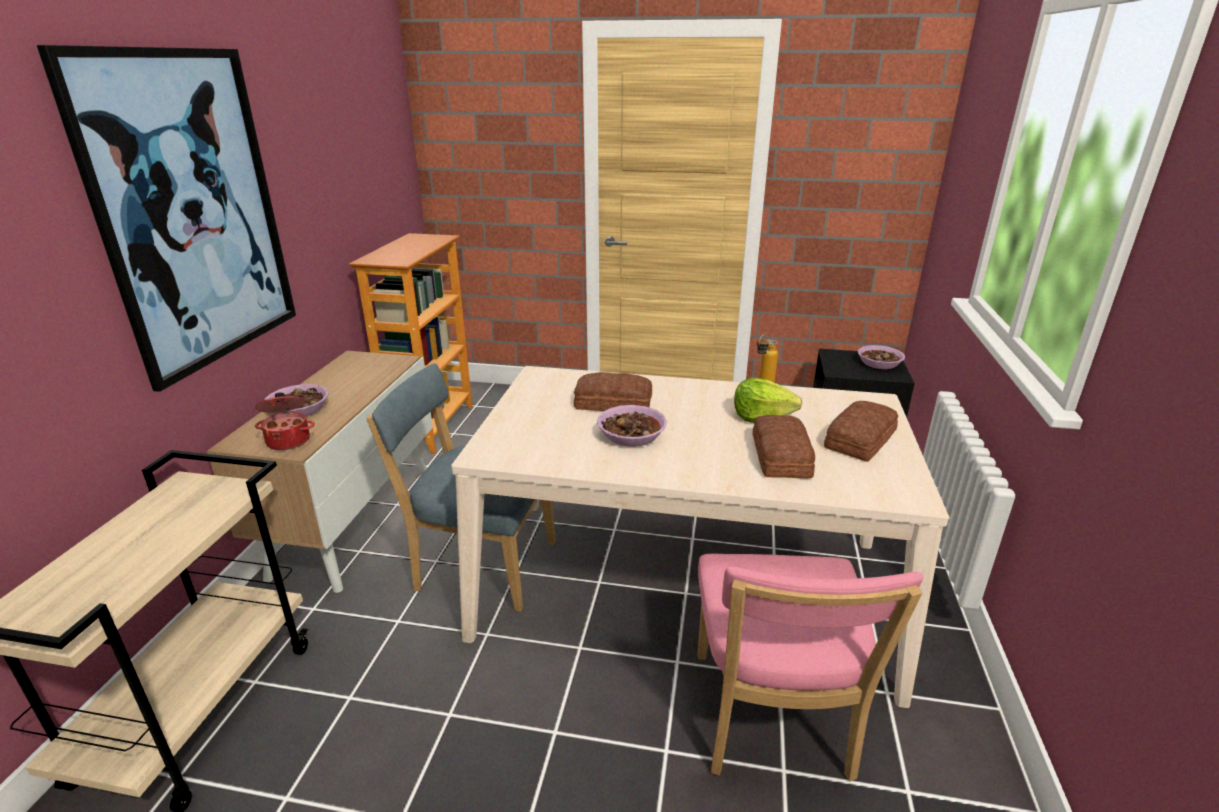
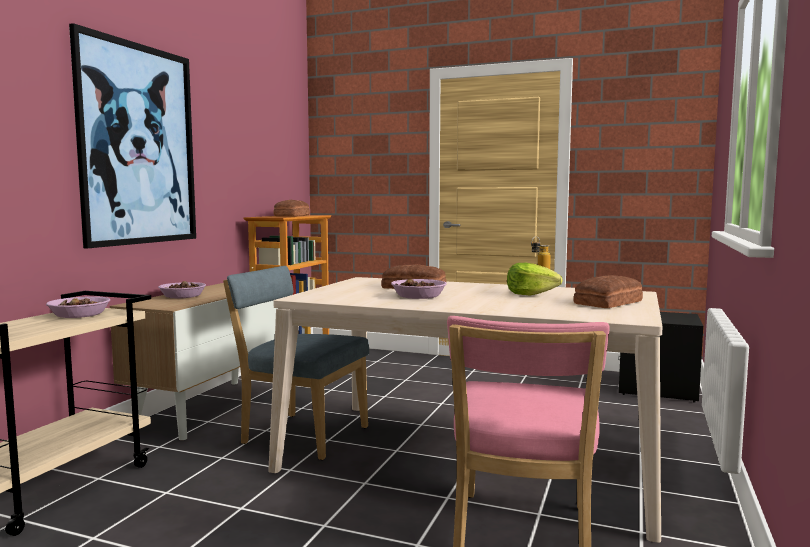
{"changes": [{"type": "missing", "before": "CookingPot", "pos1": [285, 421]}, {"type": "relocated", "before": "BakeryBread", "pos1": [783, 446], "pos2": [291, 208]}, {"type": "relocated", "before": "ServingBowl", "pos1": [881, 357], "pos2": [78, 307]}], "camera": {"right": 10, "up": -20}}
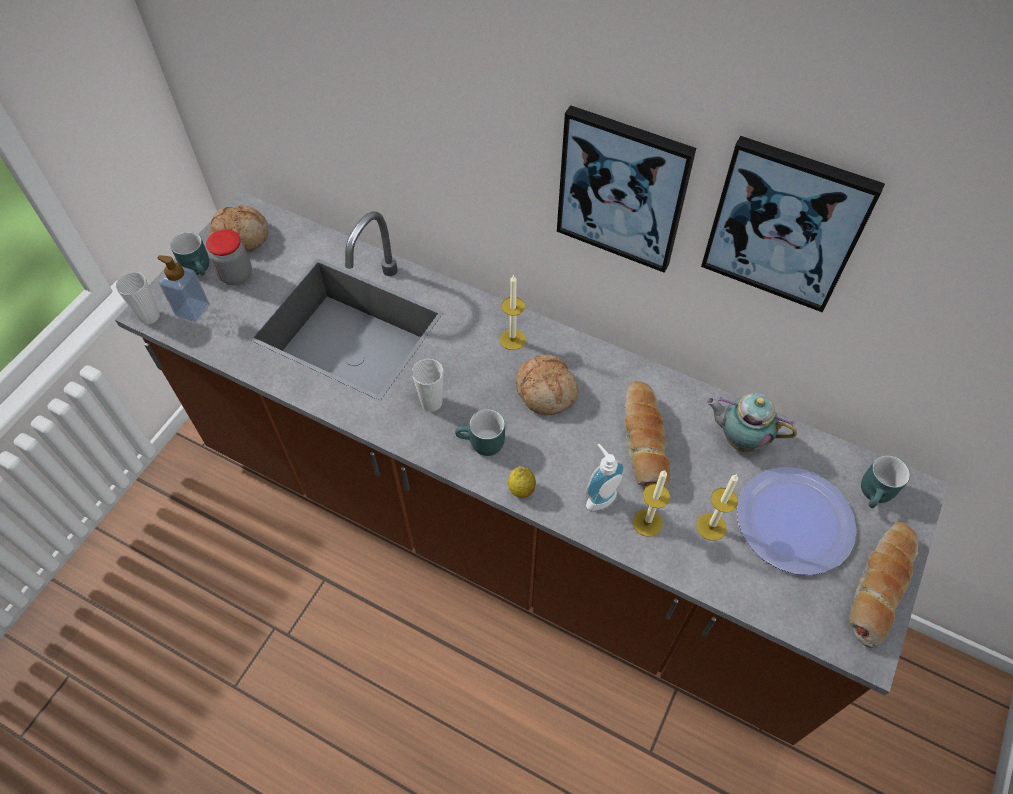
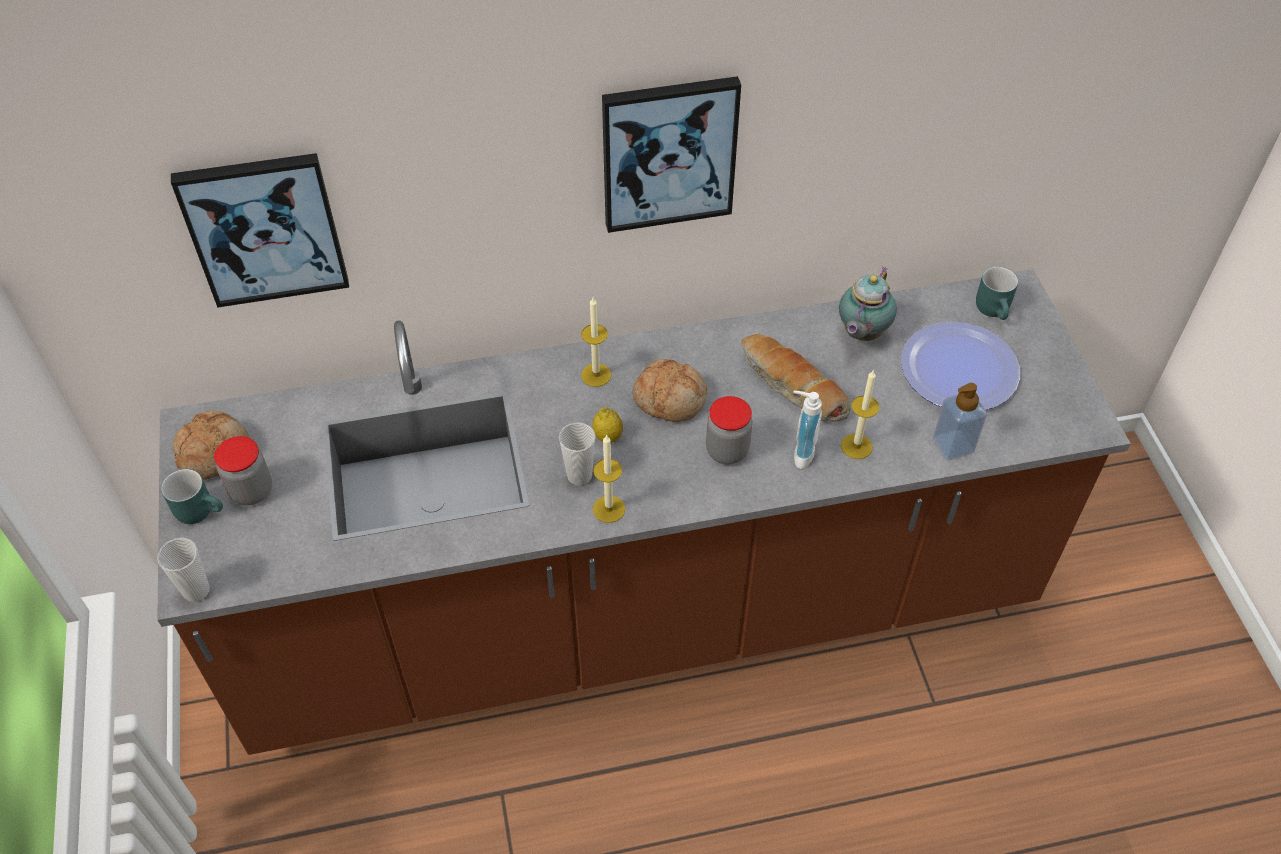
{"changes": [{"type": "relocated", "before": "LiquidSoapBottle", "pos1": [183, 288], "pos2": [960, 421]}, {"type": "missing", "before": "BlueGreenMug", "pos1": [480, 432]}, {"type": "relocated", "before": "CitrusFruit", "pos1": [522, 482], "pos2": [608, 424]}, {"type": "relocated", "before": "WaxLight", "pos1": [717, 507], "pos2": [609, 478]}, {"type": "relocated", "before": "WallPicture", "pos1": [793, 224], "pos2": [260, 230]}, {"type": "spun", "before": "PotForTea", "pos1": [751, 422], "pos2": [868, 304], "turn": -45}, {"type": "missing", "before": "BakeryBread", "pos1": [883, 585]}, {"type": "appeared", "after": "Jar", "pos2": [729, 430]}], "camera": {"right": -40, "up": -5}}
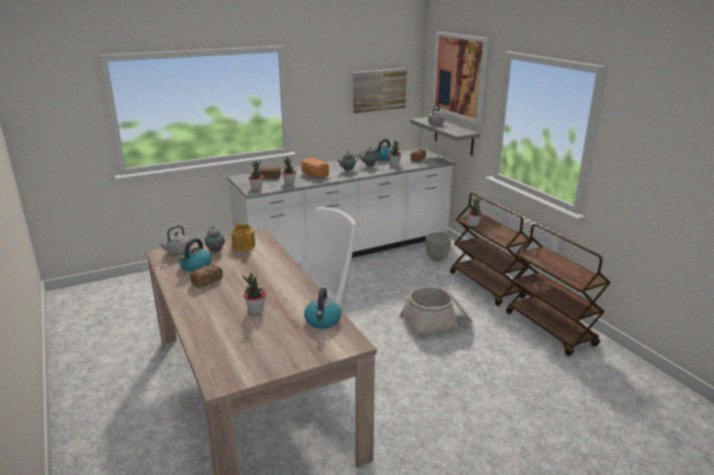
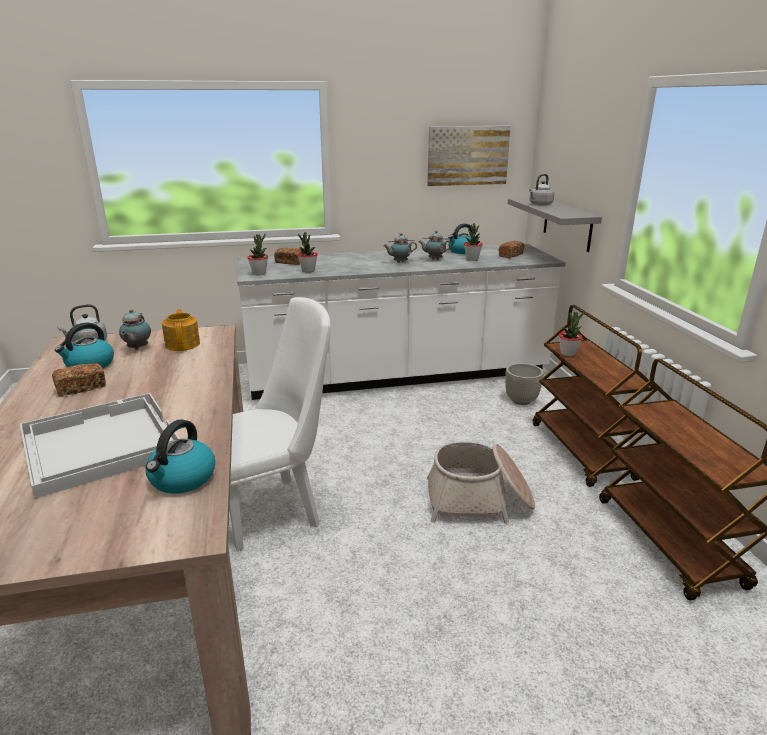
{"changes": [{"type": "exchanged", "before": "PlantInAPot", "after": "WhiteTray", "pos1": [254, 293], "pos2": [100, 446]}, {"type": "missing", "before": "BakeryBread", "pos1": [315, 168]}, {"type": "missing", "before": "WallPicture", "pos1": [460, 78]}], "camera": {"right": 15, "up": 0}}
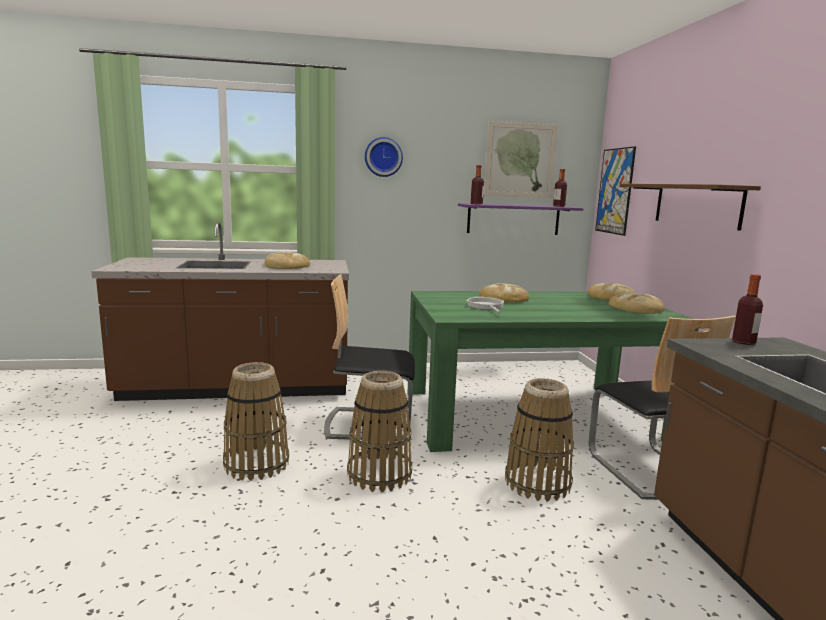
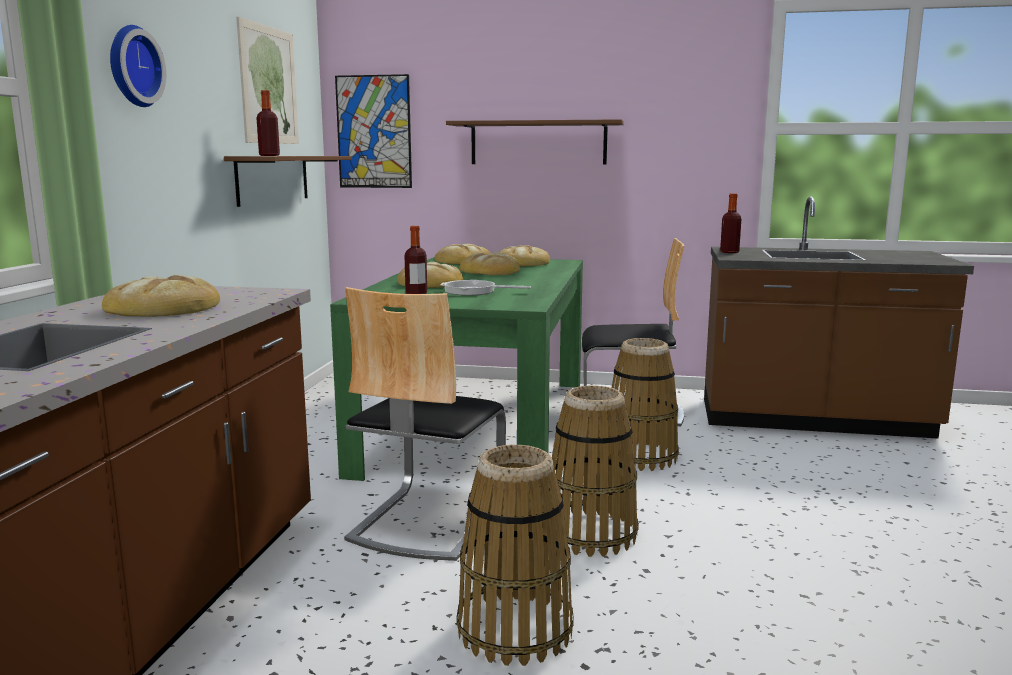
{"changes": [{"type": "colour", "before": "PurpleColouredBracketShelf", "after": "BrownishBracketShelf", "pos1": [520, 219], "pos2": [288, 181]}, {"type": "relocated", "before": "DrinkBottle", "pos1": [560, 188], "pos2": [415, 260]}, {"type": "appeared", "after": "BakeryBread", "pos2": [489, 263]}], "camera": {"right": -70, "up": 0}}
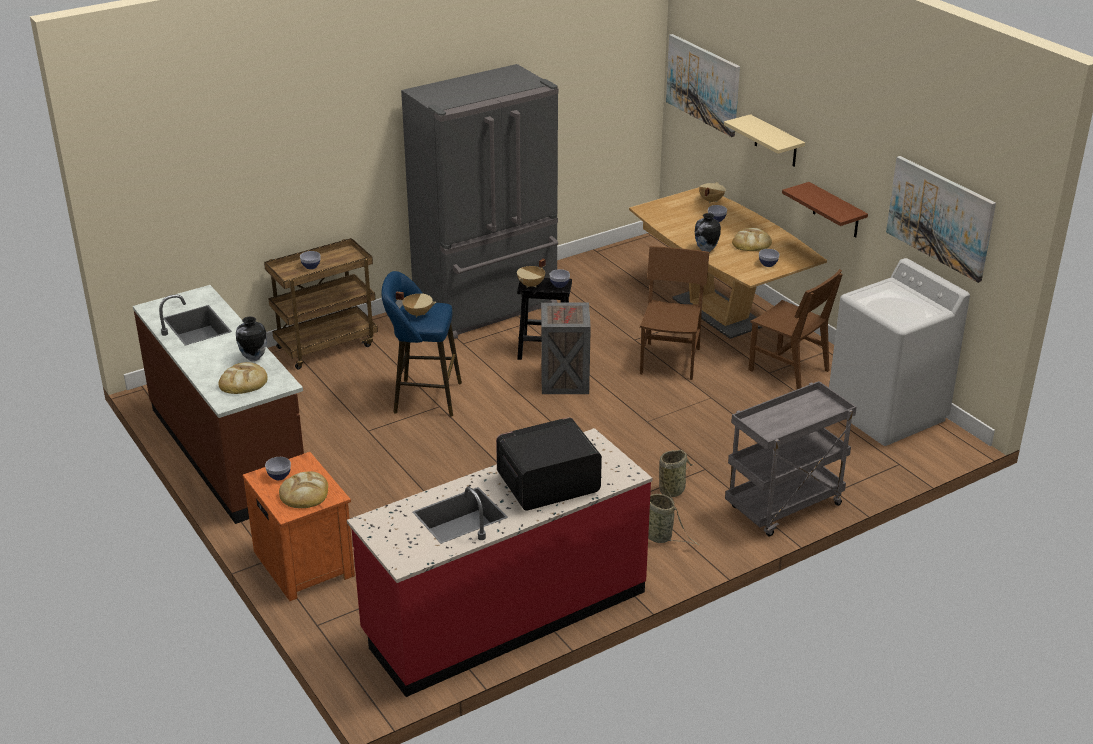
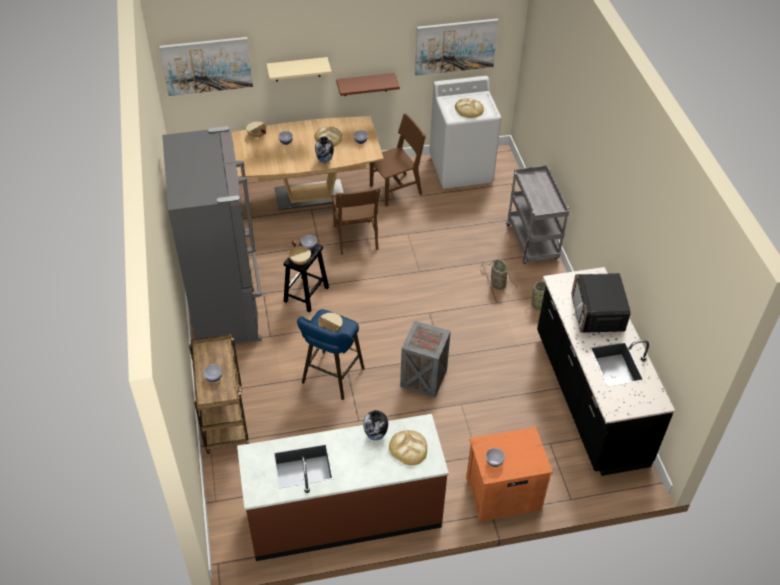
{"changes": [{"type": "relocated", "before": "BakeryBread", "pos1": [303, 489], "pos2": [469, 108]}, {"type": "colour", "before": "ReddishCounter", "after": "BlackCounter", "pos1": [499, 562], "pos2": [606, 371]}, {"type": "relocated", "before": "Crate", "pos1": [566, 348], "pos2": [425, 359]}, {"type": "spun", "before": "BrownishUprightChair", "pos1": [674, 313], "pos2": [355, 221], "turn": -135}], "camera": {"right": -70, "up": 15}}
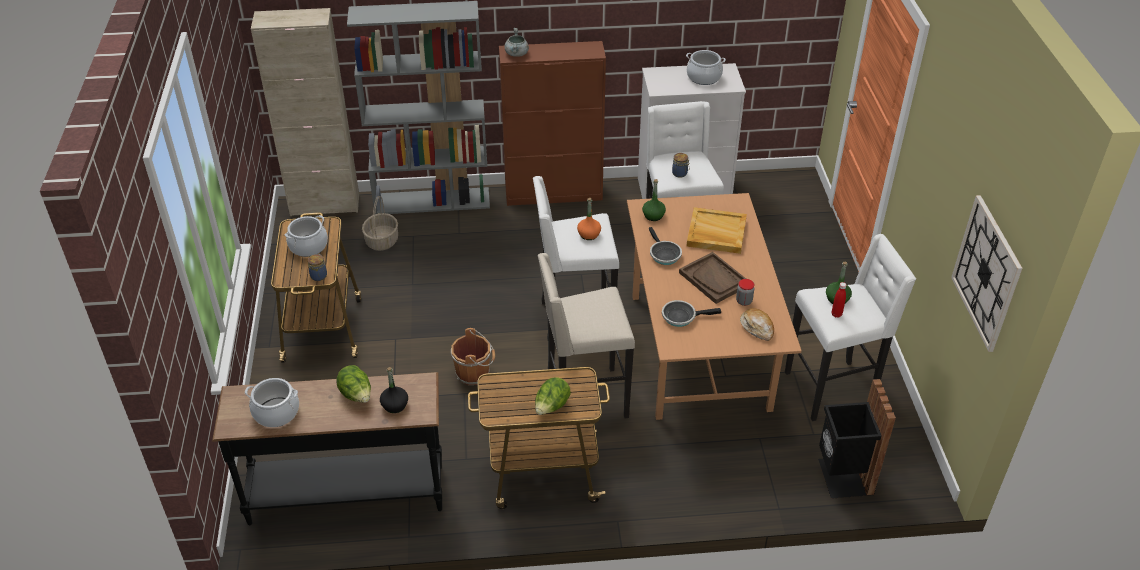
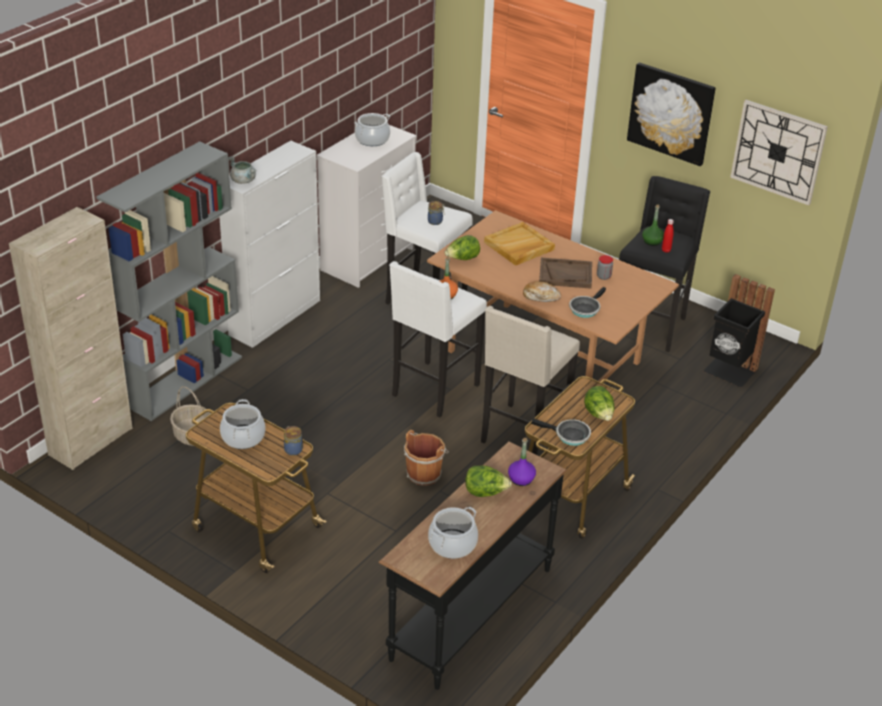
{"changes": [{"type": "colour", "before": "BlackDrinkBottle", "after": "PurpleColouredDrinkBottle", "pos1": [394, 390], "pos2": [522, 462]}, {"type": "colour", "before": "BrownishCupboard", "after": "WhiteCupboard", "pos1": [552, 123], "pos2": [269, 244]}, {"type": "exchanged", "before": "GreenDrinkBottle", "after": "HeadOfLettuce", "pos1": [654, 200], "pos2": [462, 247]}, {"type": "relocated", "before": "Skillet", "pos1": [665, 246], "pos2": [561, 432]}, {"type": "relocated", "before": "BakeryBread", "pos1": [757, 324], "pos2": [542, 291]}, {"type": "colour", "before": "WhiteStoolSeat", "after": "BlackStoolSeat", "pos1": [850, 327], "pos2": [664, 264]}, {"type": "appeared", "after": "WallPicture", "pos2": [671, 114]}], "camera": {"right": -50, "up": -5}}
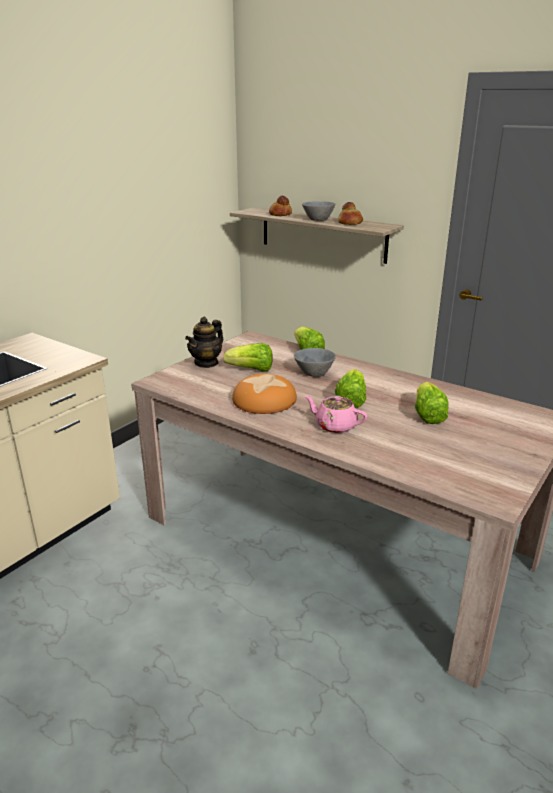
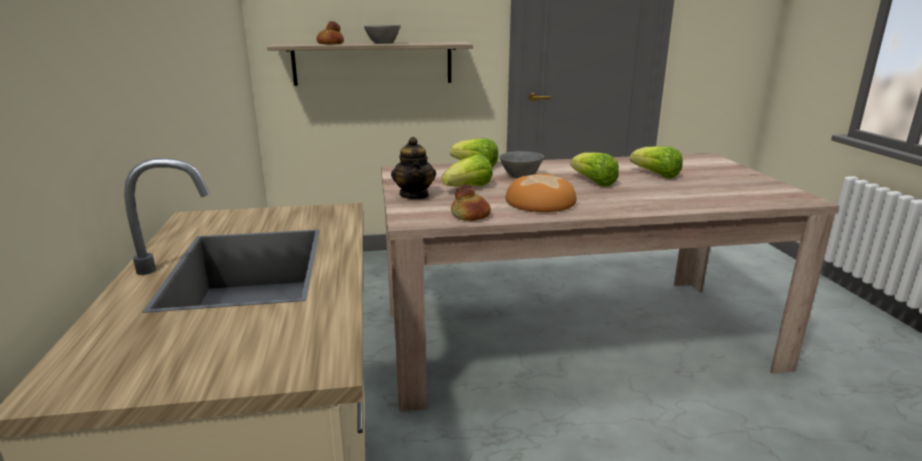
{"changes": [{"type": "missing", "before": "PinkColouredPotForTea", "pos1": [336, 414]}, {"type": "relocated", "before": "BakeryBread", "pos1": [350, 213], "pos2": [471, 202]}], "camera": {"right": -45, "up": -5}}
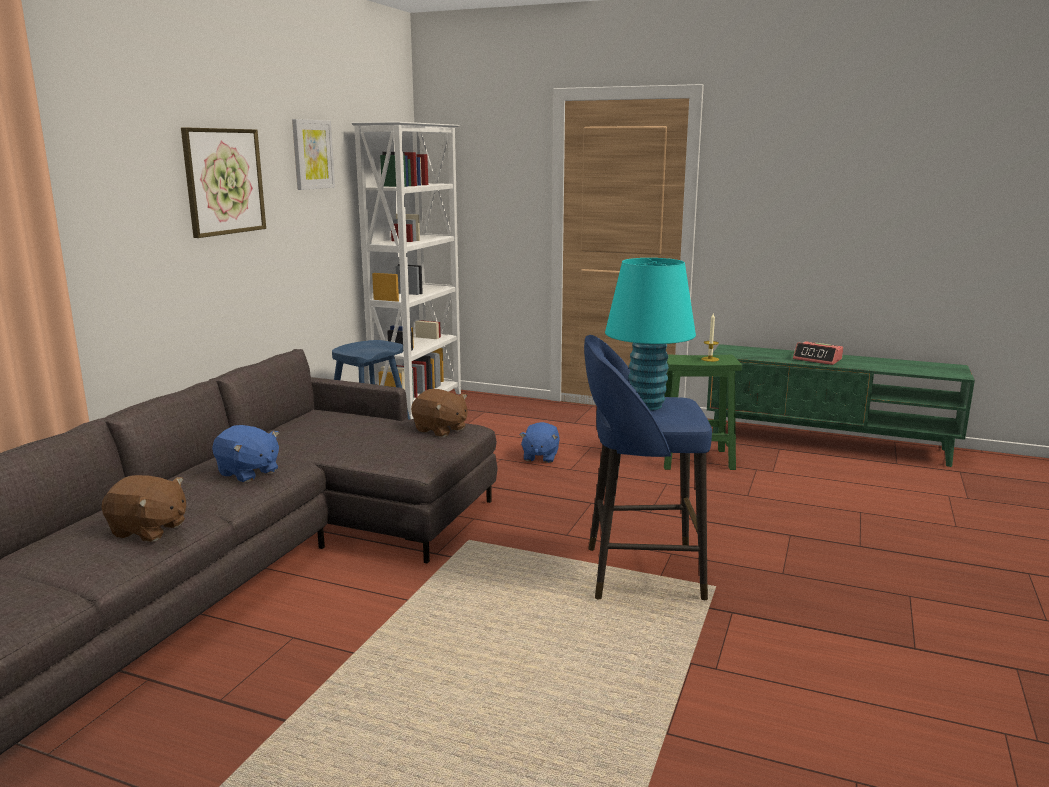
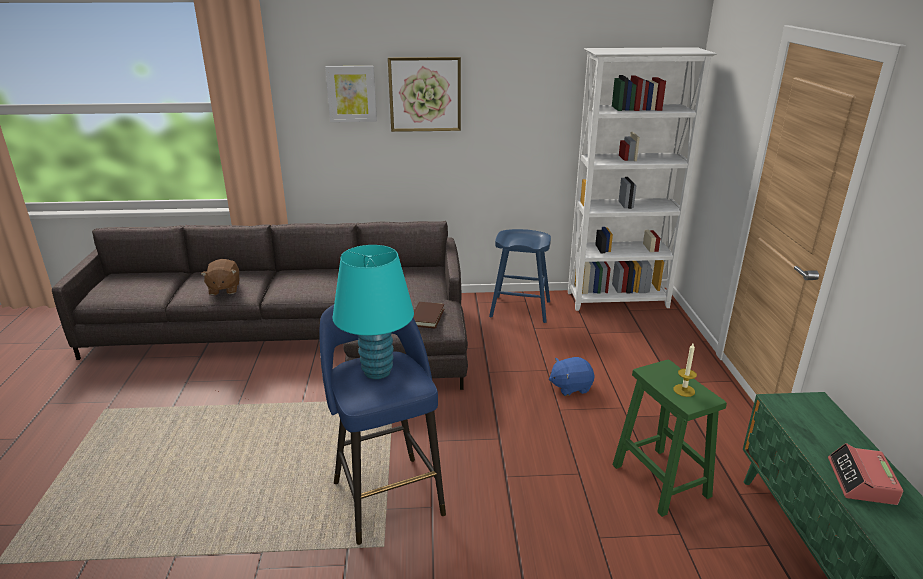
{"changes": [{"type": "missing", "before": "BluePlushToy", "pos1": [245, 453]}, {"type": "relocated", "before": "WallPicture", "pos1": [313, 154], "pos2": [351, 94]}, {"type": "exchanged", "before": "BrownishPlushToy", "after": "BrownishVolume", "pos1": [439, 413], "pos2": [428, 315]}], "camera": {"right": 65, "up": 10}}
